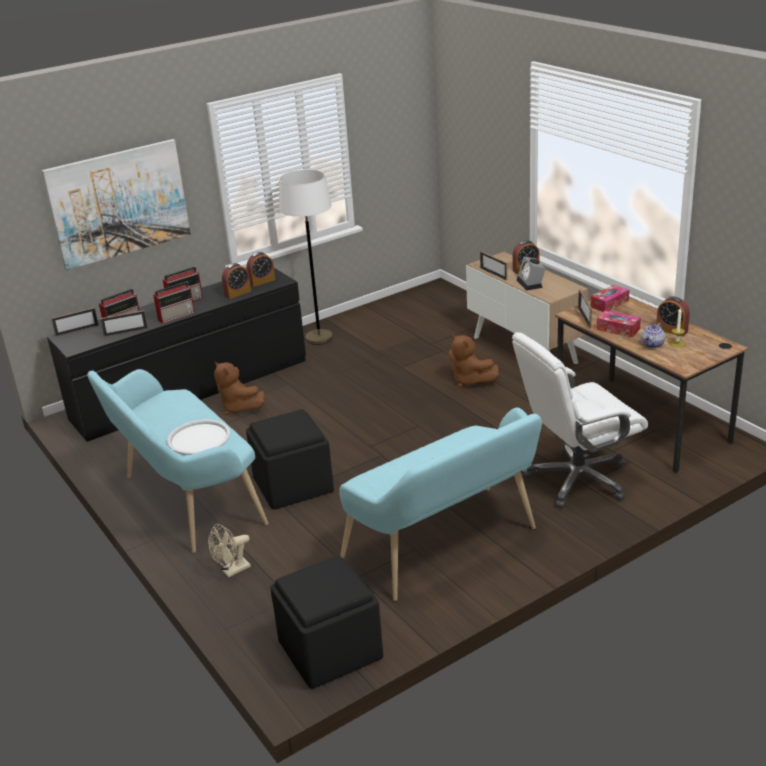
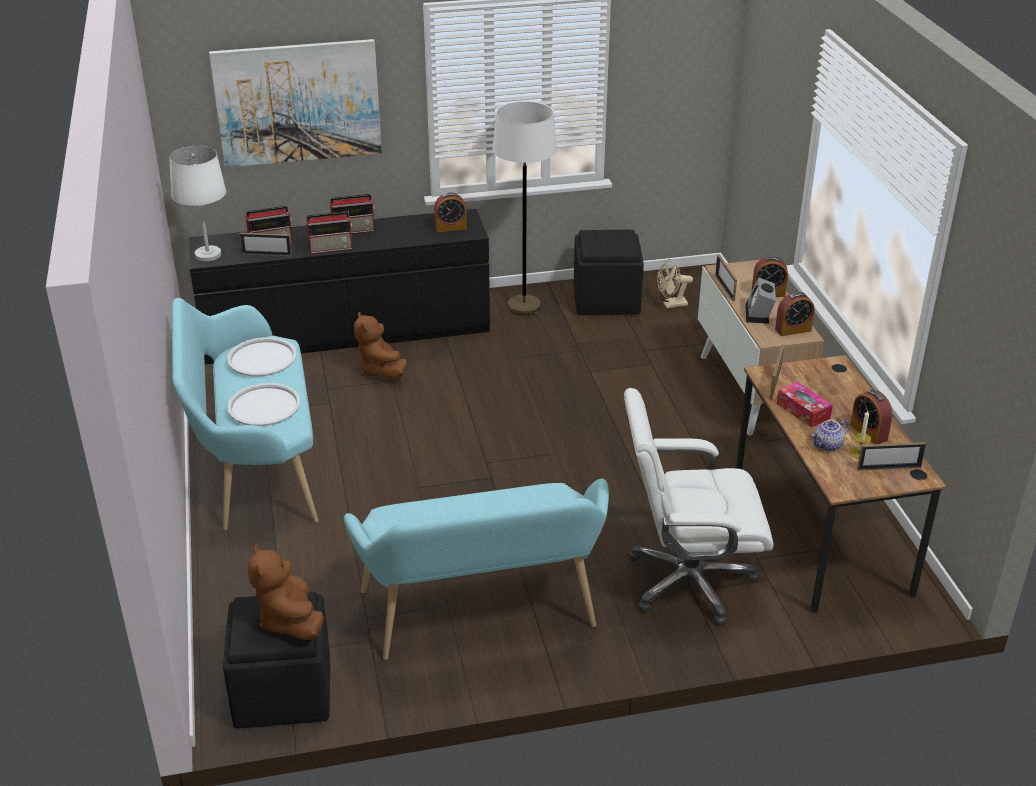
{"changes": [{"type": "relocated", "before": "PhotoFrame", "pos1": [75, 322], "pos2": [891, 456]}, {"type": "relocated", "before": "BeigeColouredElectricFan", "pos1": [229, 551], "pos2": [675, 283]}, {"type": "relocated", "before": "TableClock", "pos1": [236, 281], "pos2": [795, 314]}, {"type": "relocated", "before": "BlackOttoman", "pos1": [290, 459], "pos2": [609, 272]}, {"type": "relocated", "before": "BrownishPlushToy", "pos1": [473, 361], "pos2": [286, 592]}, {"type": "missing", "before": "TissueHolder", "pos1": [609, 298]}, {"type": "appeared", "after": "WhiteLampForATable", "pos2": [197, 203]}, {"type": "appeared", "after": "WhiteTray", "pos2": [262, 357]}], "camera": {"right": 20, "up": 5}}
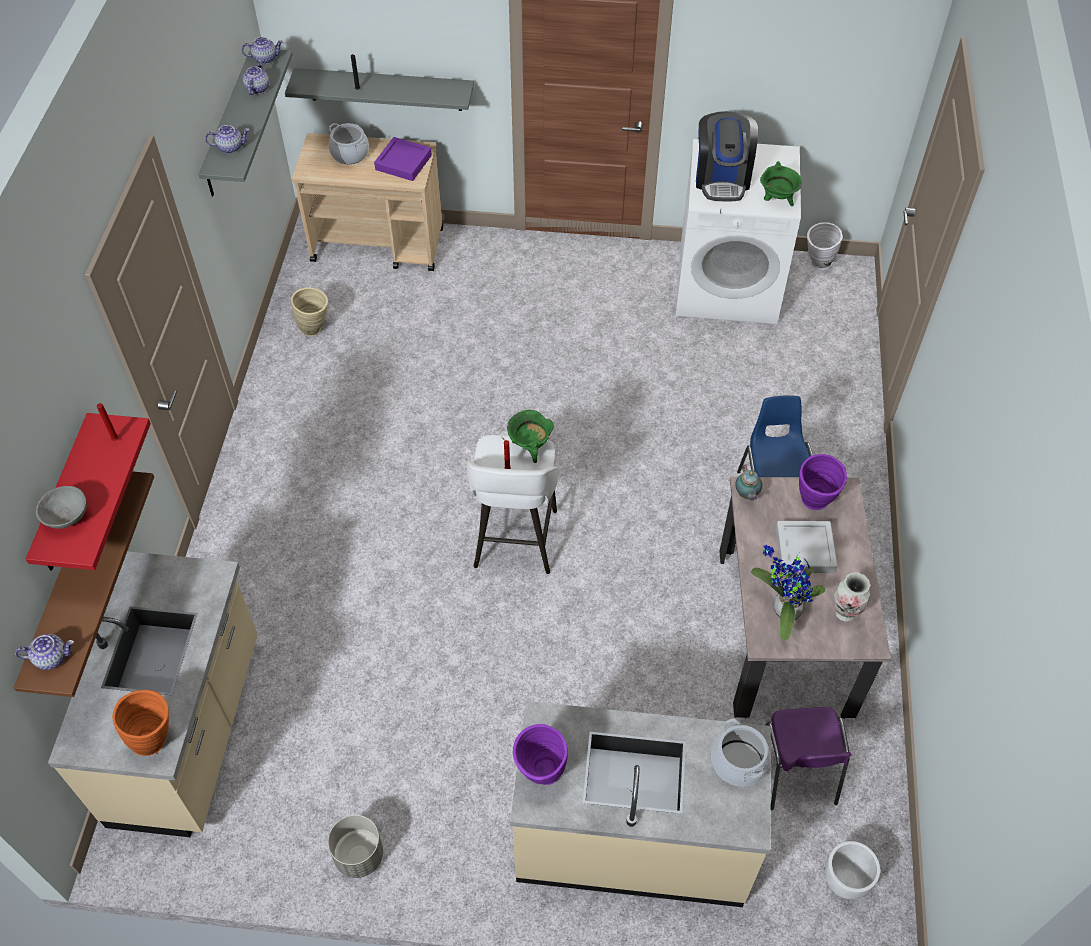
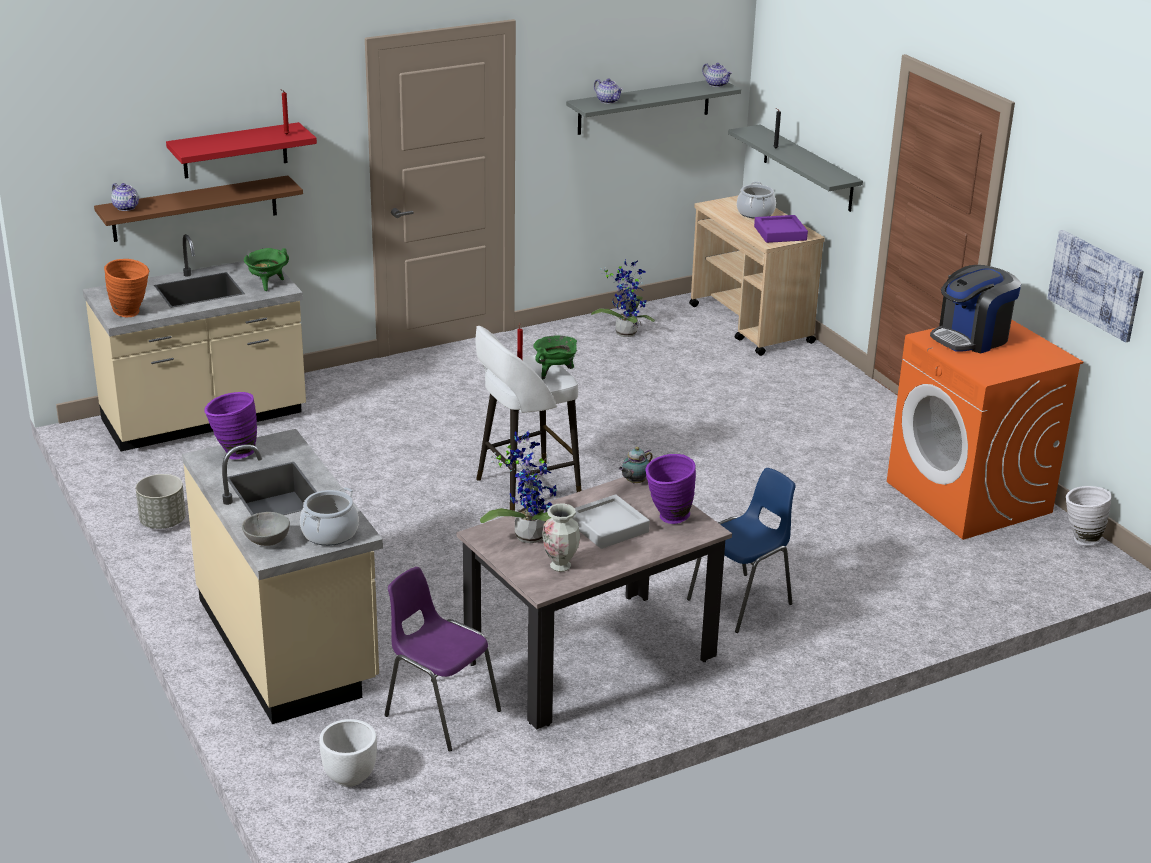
{"changes": [{"type": "relocated", "before": "GrayServingBowl", "pos1": [61, 507], "pos2": [266, 529]}, {"type": "missing", "before": "PotForTea", "pos1": [256, 77]}, {"type": "exchanged", "before": "BeigeColouredVase", "after": "PlantInAPot", "pos1": [309, 311], "pos2": [623, 297]}, {"type": "colour", "before": "WhiteLaundryMachine", "after": "OrangeColouredLaundryMachine", "pos1": [738, 231], "pos2": [985, 430]}, {"type": "relocated", "before": "GreenCookingPot", "pos1": [781, 183], "pos2": [266, 269]}, {"type": "spun", "before": "PurpleColouredUprightChair", "pos1": [808, 758], "pos2": [443, 659], "turn": 75}, {"type": "appeared", "after": "WallPicture", "pos2": [1095, 286]}], "camera": {"right": 55, "up": -25}}
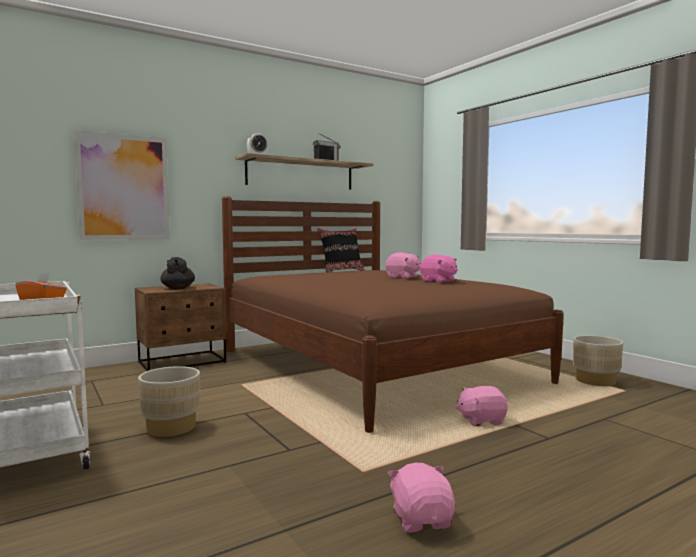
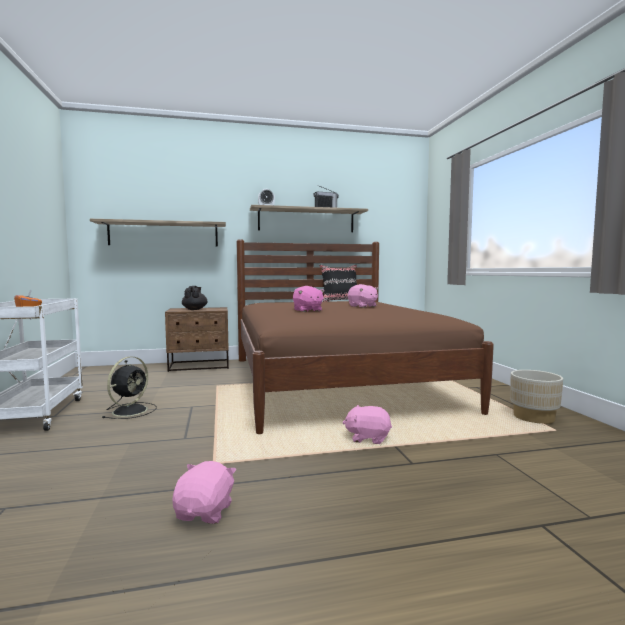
{"changes": [{"type": "exchanged", "before": "WallPicture", "after": "BracketShelf", "pos1": [122, 185], "pos2": [158, 233]}, {"type": "exchanged", "before": "BeigeColouredPlanter", "after": "BlackElectricFan", "pos1": [169, 401], "pos2": [129, 388]}, {"type": "relocated", "before": "PinkColouredPlushToy", "pos1": [438, 268], "pos2": [309, 299]}], "camera": {"right": 20, "up": 0}}
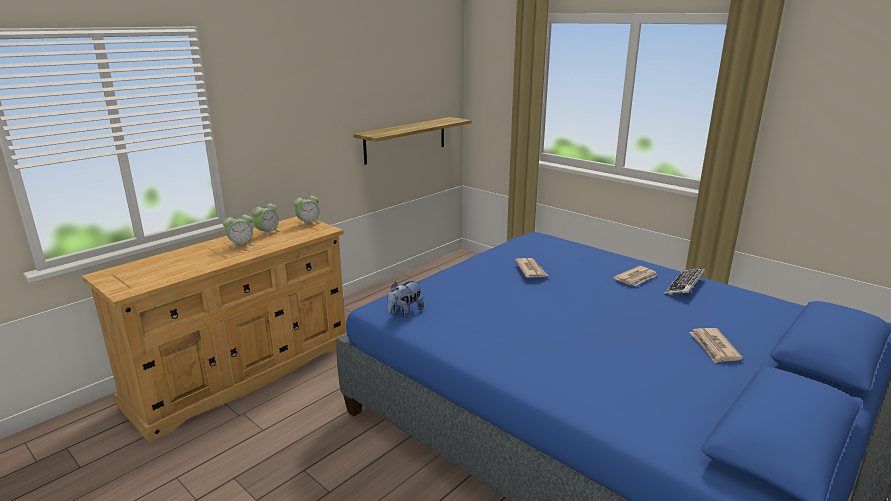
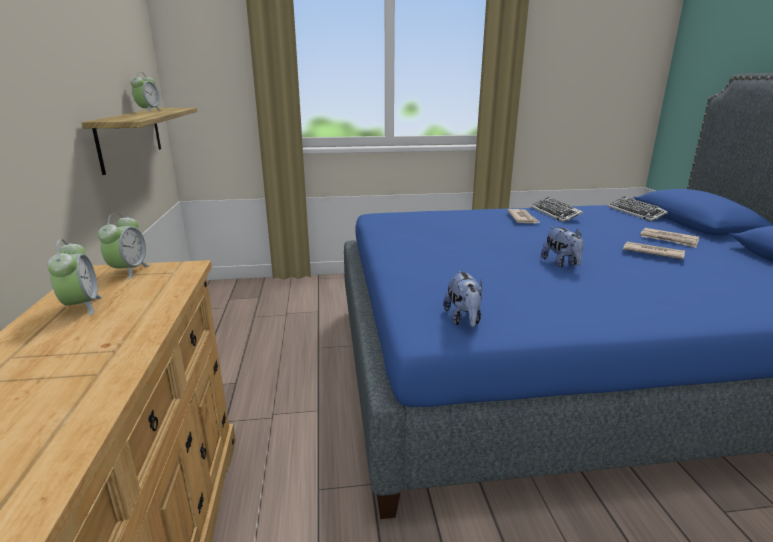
{"changes": [{"type": "relocated", "before": "TableClock", "pos1": [238, 230], "pos2": [146, 92]}, {"type": "relocated", "before": "Newspaper", "pos1": [531, 268], "pos2": [654, 250]}, {"type": "appeared", "after": "PlushToy", "pos2": [562, 247]}, {"type": "appeared", "after": "ComputerKeyboard", "pos2": [638, 209]}], "camera": {"right": -50, "up": 0}}
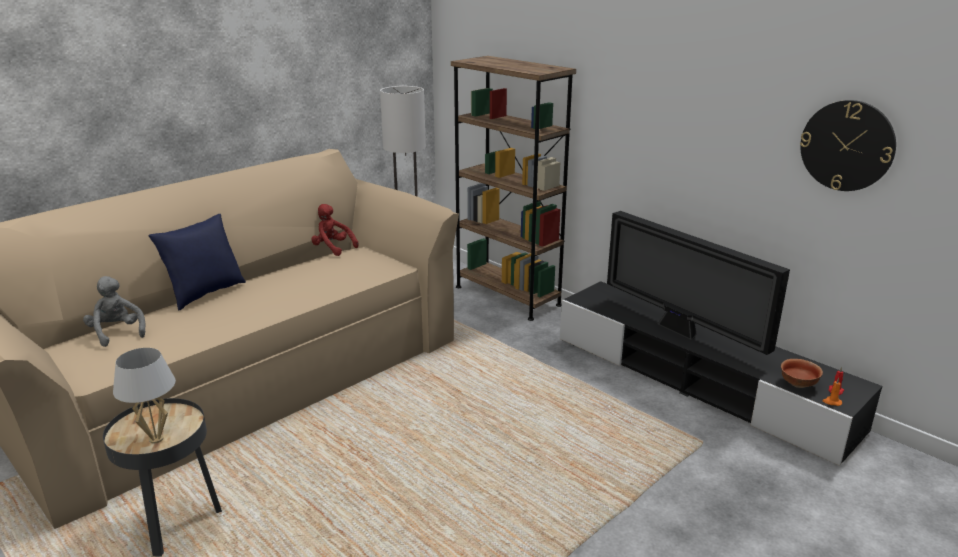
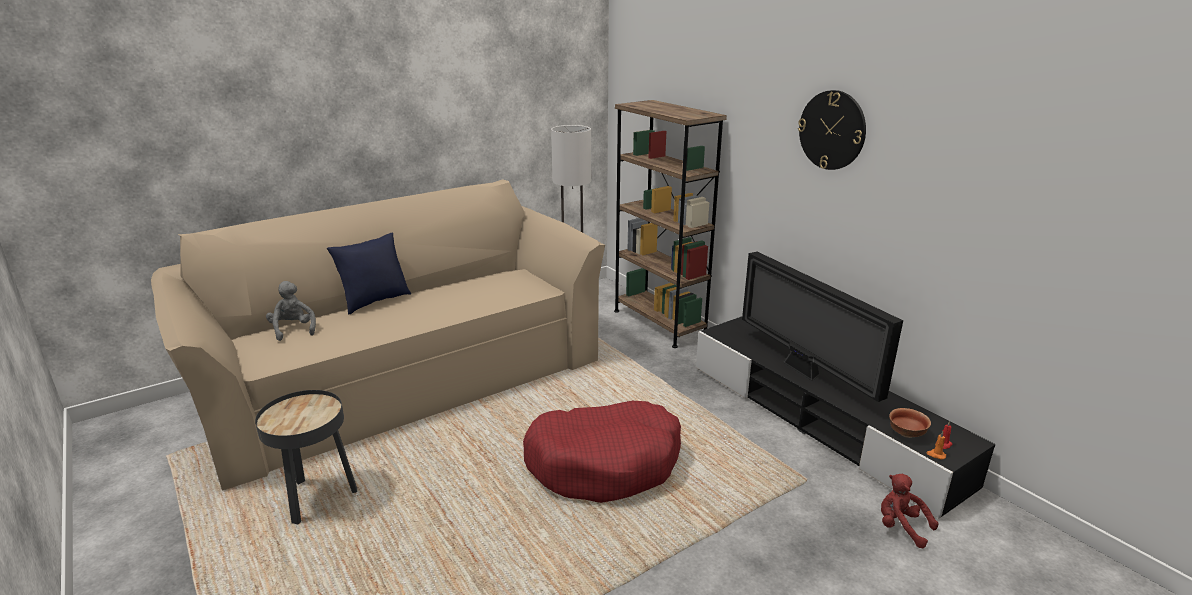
{"changes": [{"type": "missing", "before": "WhiteLampForATable", "pos1": [144, 396]}, {"type": "relocated", "before": "ReddishPlushToy", "pos1": [335, 230], "pos2": [910, 511]}, {"type": "relocated", "before": "ClockOnTheWall", "pos1": [848, 145], "pos2": [832, 130]}, {"type": "appeared", "after": "ReddishPetBed", "pos2": [602, 452]}], "camera": {"right": 10, "up": 0}}
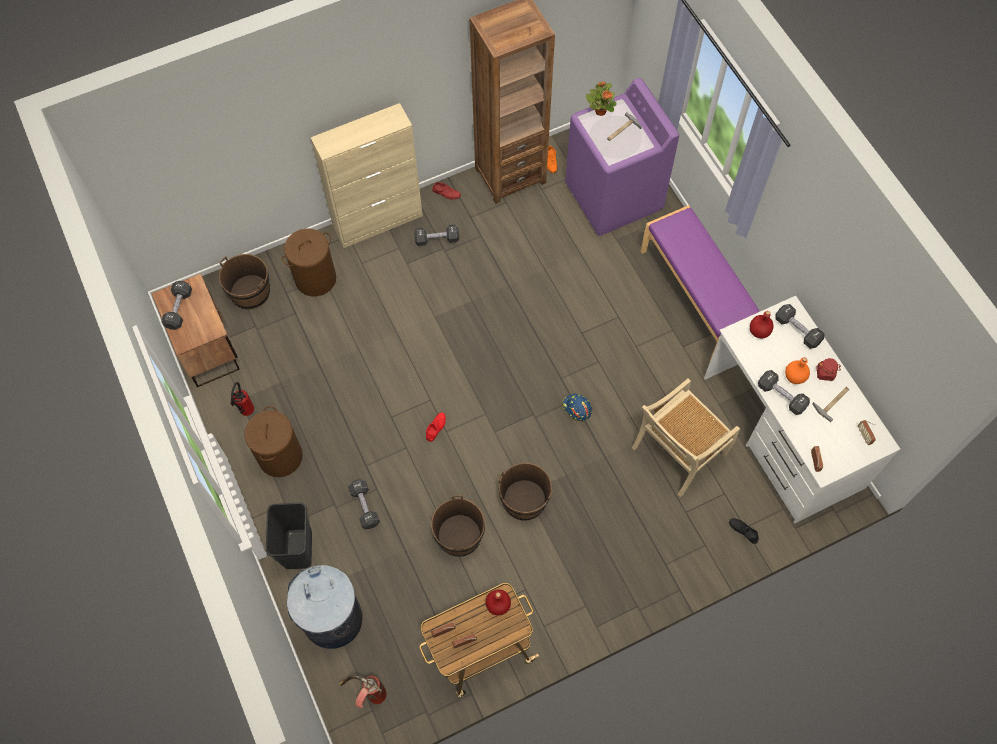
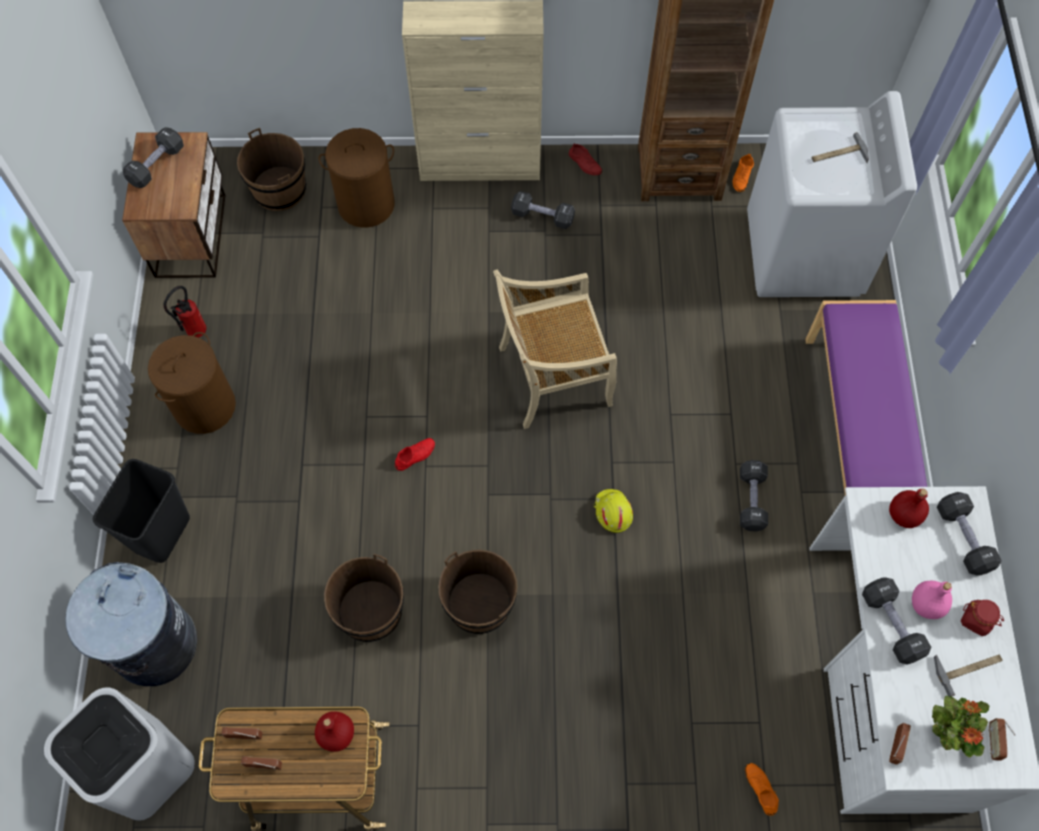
{"changes": [{"type": "exchanged", "before": "FireFightingCylinder", "after": "WhiteRubbishBin", "pos1": [363, 691], "pos2": [119, 754]}, {"type": "relocated", "before": "BlackHandWeight", "pos1": [364, 504], "pos2": [754, 496]}, {"type": "colour", "before": "BlueWorkHelmet", "after": "YellowColouredWorkHelmet", "pos1": [577, 407], "pos2": [613, 511]}, {"type": "colour", "before": "PurpleColouredLaundryMachine", "after": "WhiteLaundryMachine", "pos1": [622, 157], "pos2": [832, 194]}, {"type": "relocated", "before": "PlantInAPot", "pos1": [601, 99], "pos2": [960, 726]}, {"type": "relocated", "before": "BeigeColouredUprightChair", "pos1": [686, 438], "pos2": [555, 349]}, {"type": "colour", "before": "BlackItemOfFootwear", "after": "OrangeColouredItemOfFootwear", "pos1": [744, 531], "pos2": [762, 789]}, {"type": "colour", "before": "OrangeColouredDrinkBottle", "after": "PinkColouredDrinkBottle", "pos1": [797, 370], "pos2": [932, 600]}], "camera": {"right": 25, "up": 0}}
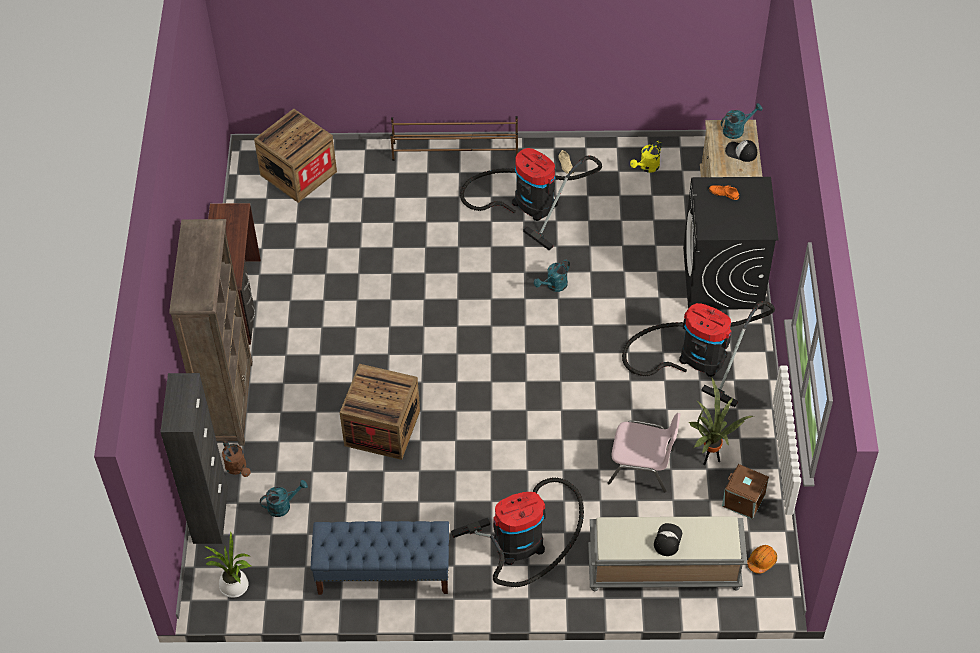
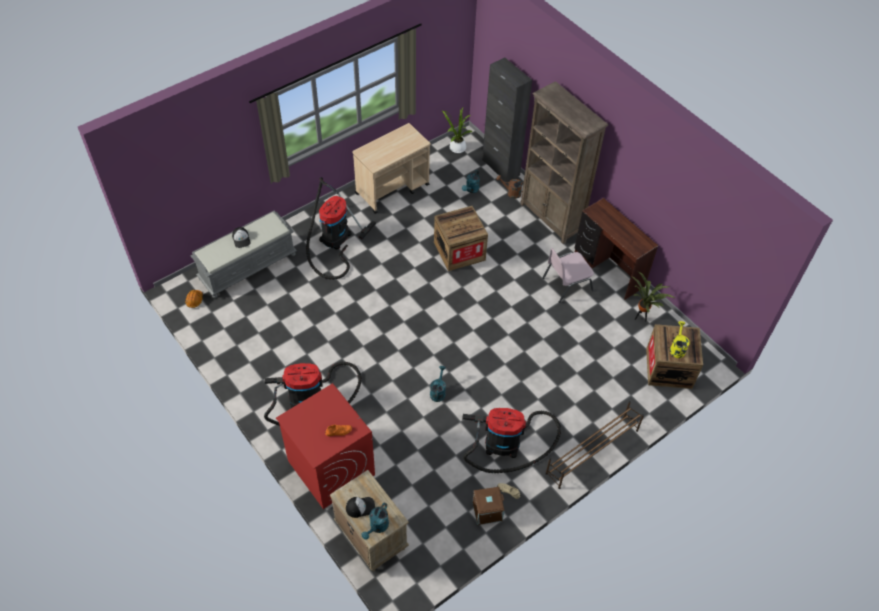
{"changes": [{"type": "exchanged", "before": "BlueIndoorBench", "after": "BeigeColouredTrolley", "pos1": [380, 558], "pos2": [391, 168]}, {"type": "relocated", "before": "PinkColouredUprightChair", "pos1": [644, 452], "pos2": [568, 275]}, {"type": "relocated", "before": "YellowColouredSprinklingCan", "pos1": [646, 157], "pos2": [680, 339]}, {"type": "colour", "before": "BlackLaundryMachine", "after": "ReddishLaundryMachine", "pos1": [731, 243], "pos2": [325, 446]}, {"type": "relocated", "before": "PlantInAPot", "pos1": [721, 420], "pos2": [652, 296]}, {"type": "relocated", "before": "BrownishStorageBox", "pos1": [745, 492], "pos2": [489, 506]}], "camera": {"right": 140, "up": 0}}
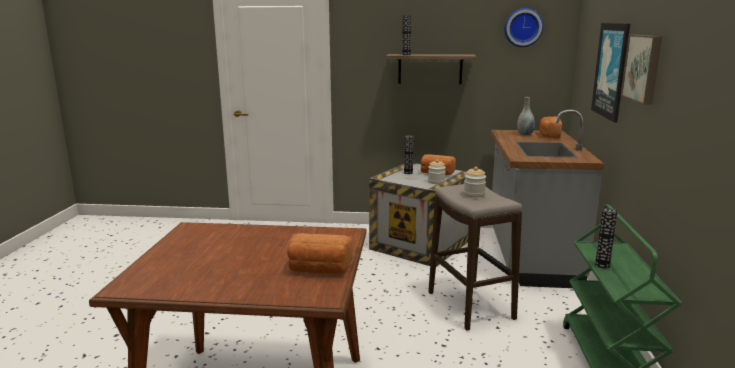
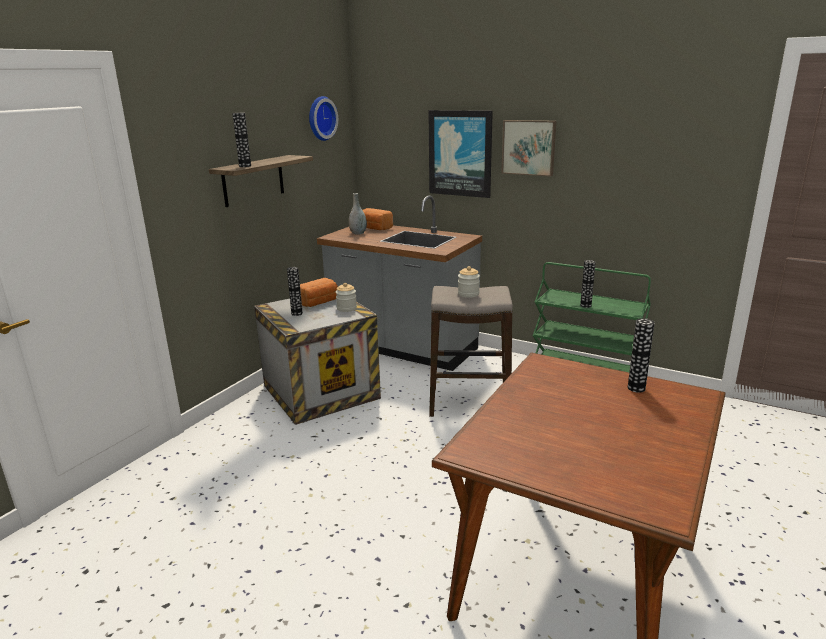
{"changes": [{"type": "exchanged", "before": "BakeryBread", "after": "Vase", "pos1": [320, 253], "pos2": [641, 355]}], "camera": {"right": -65, "up": 5}}
